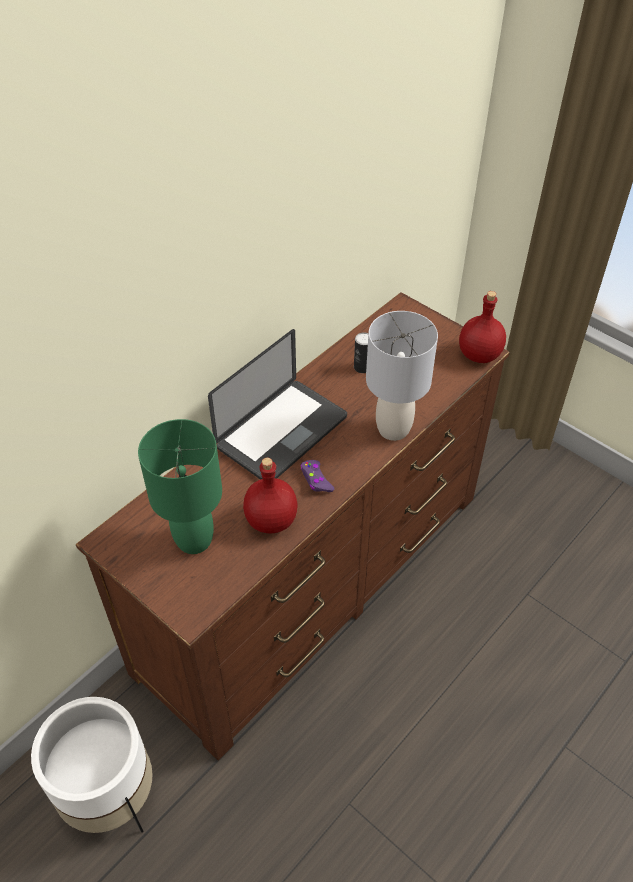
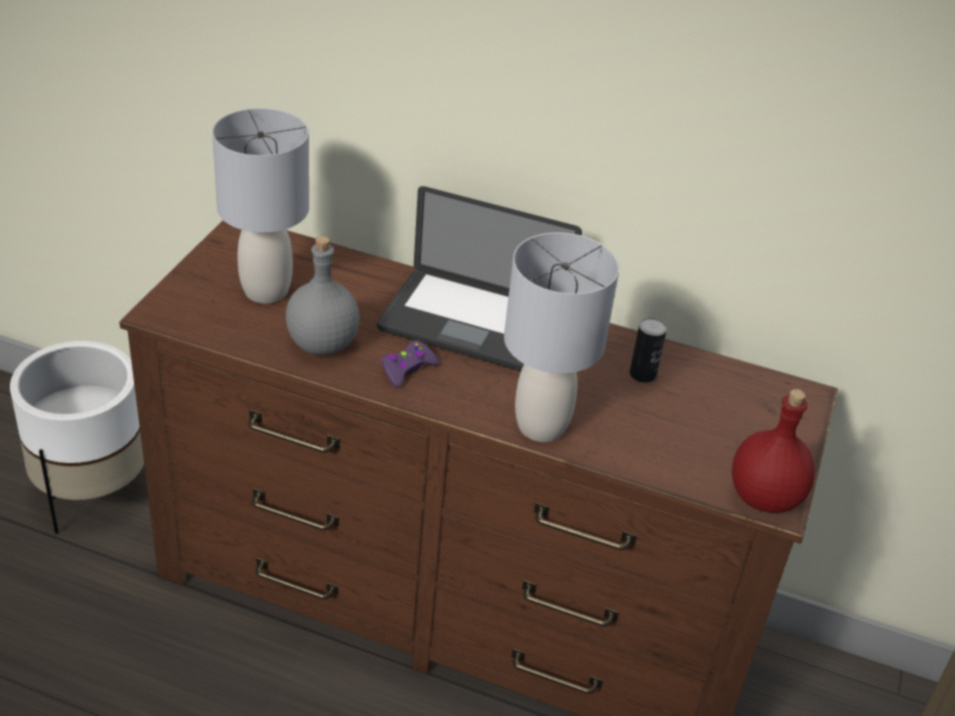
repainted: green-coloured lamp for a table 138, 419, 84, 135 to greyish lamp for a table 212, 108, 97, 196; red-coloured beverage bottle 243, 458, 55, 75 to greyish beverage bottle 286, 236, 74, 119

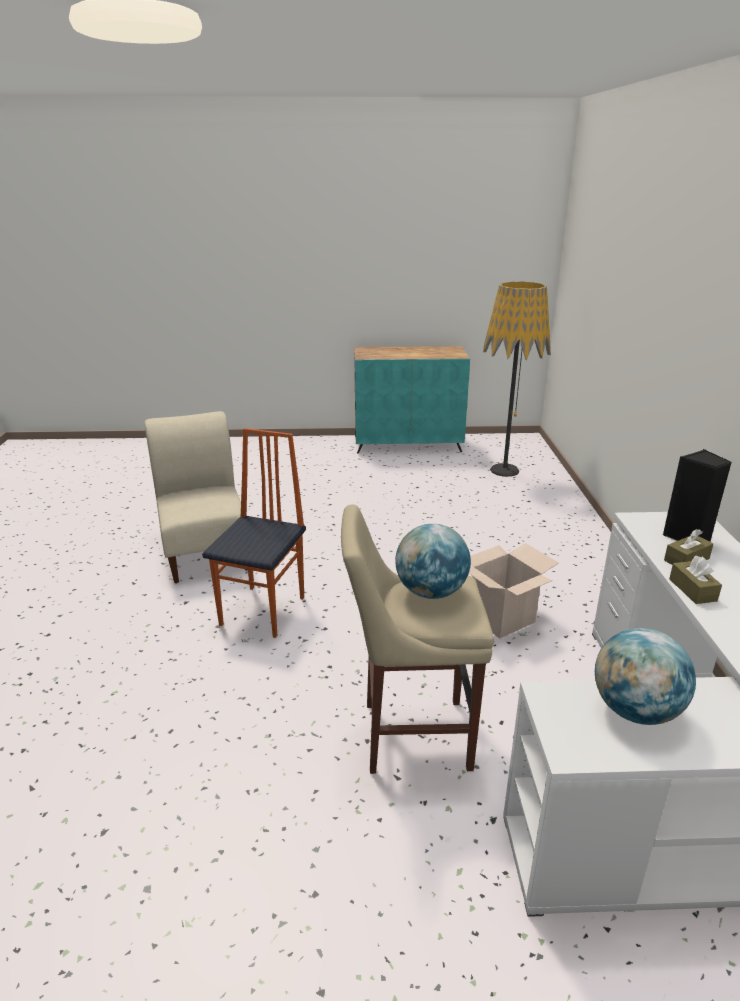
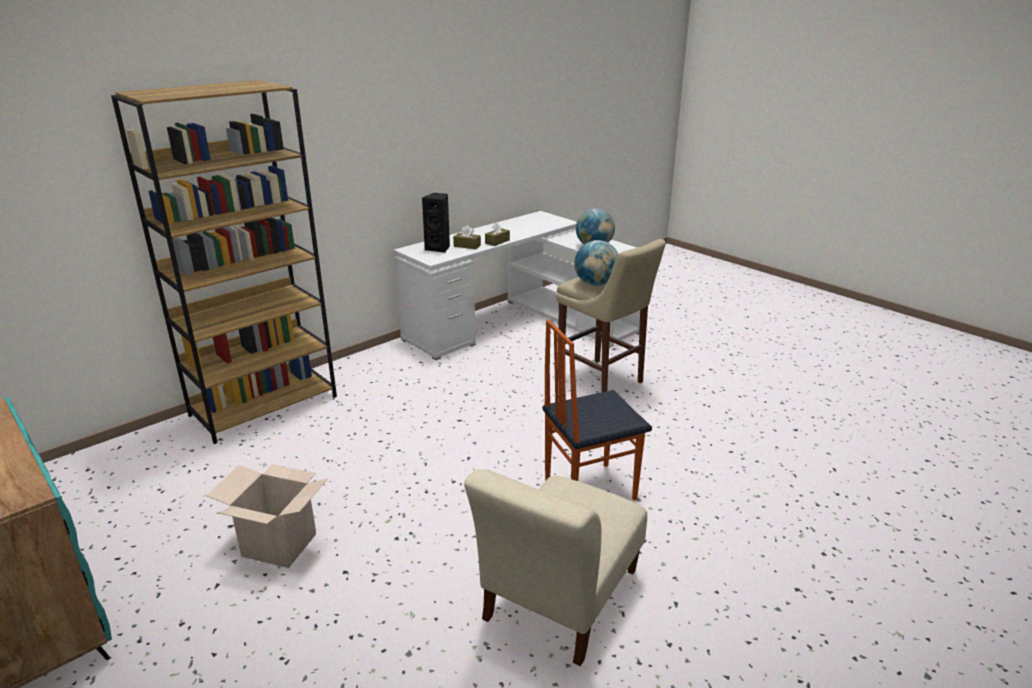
gone: standing lamp 483, 281, 68, 196
new: brownish bookshelf 111, 80, 226, 364
shifted: carton 469, 543, 90, 96 to 206, 464, 122, 104

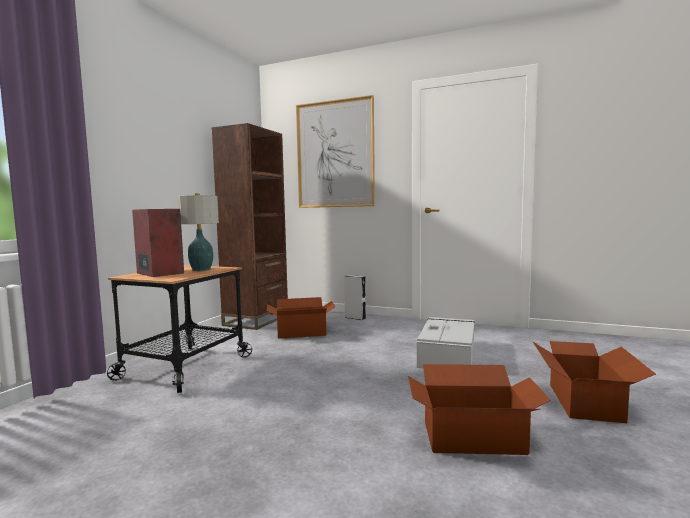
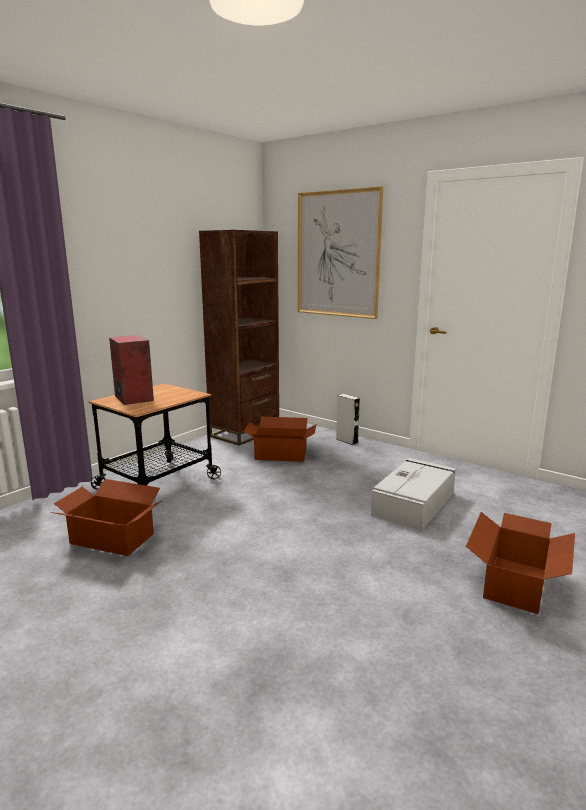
gone: lamp for a table 177, 193, 42, 78
shifted: carton 408, 364, 143, 91 to 50, 479, 113, 77

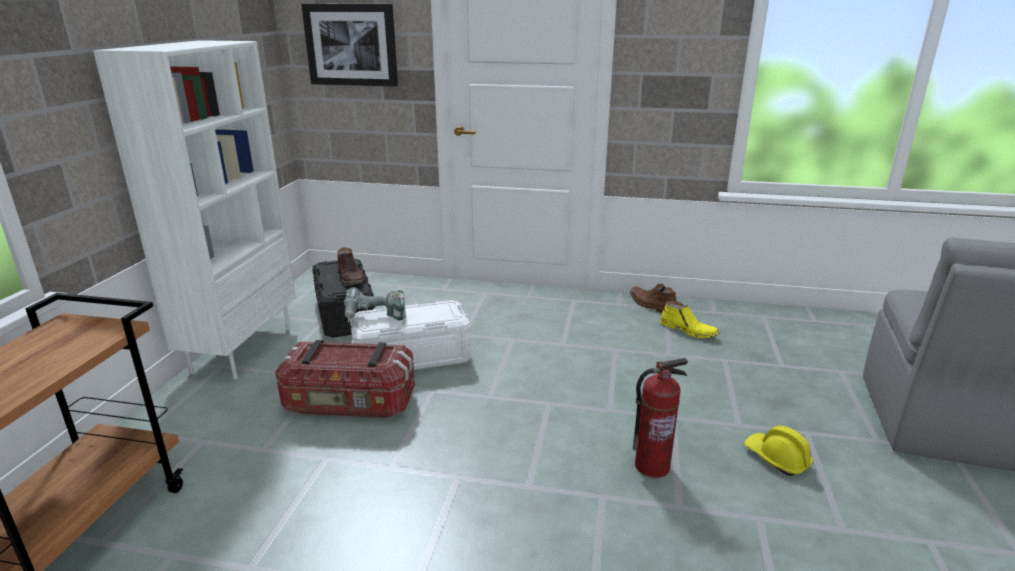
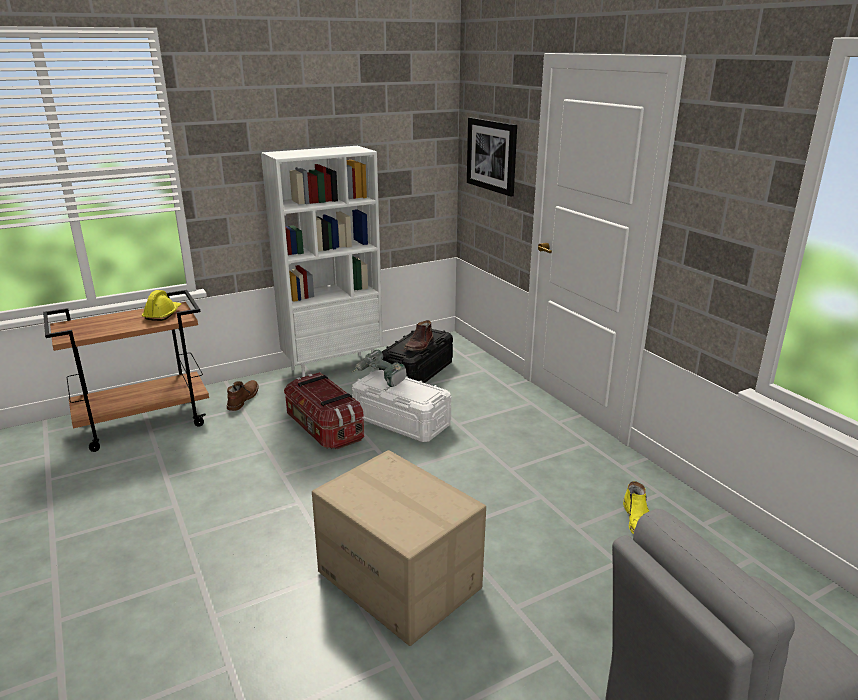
shifted: brownish boot 630, 284, 47, 29 to 227, 380, 32, 31; yellowish safety helmet 744, 426, 69, 50 to 142, 290, 39, 31
swapped: fire-fighting cylinder 633, 358, 55, 120 to carton 312, 450, 174, 196

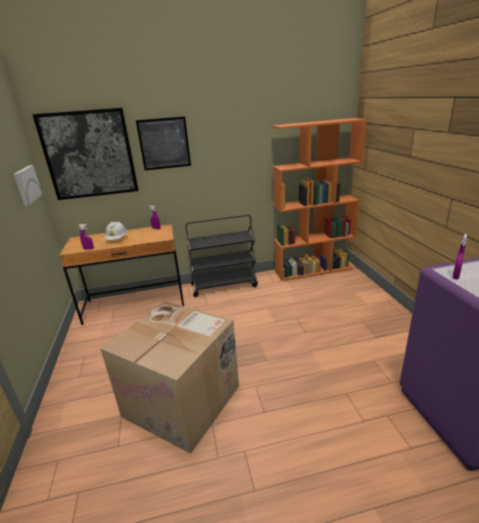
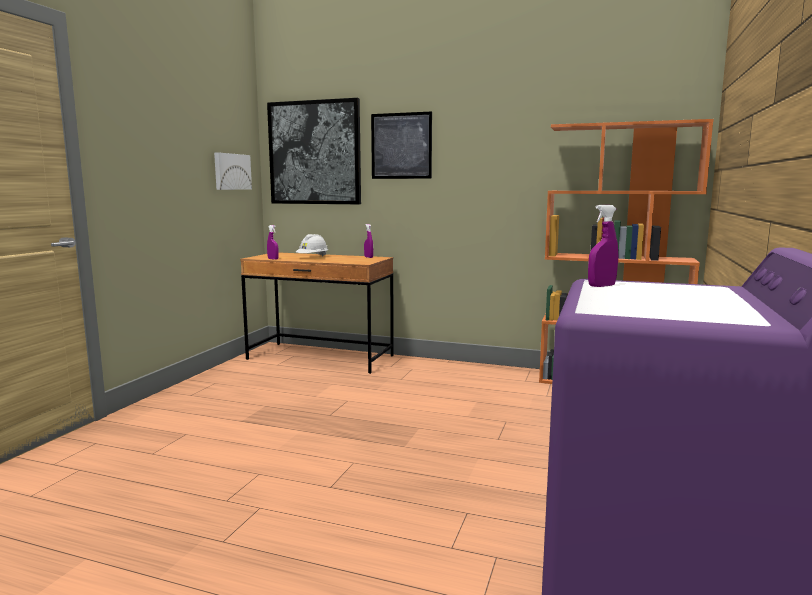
gone: blackish wheeled cart 186, 214, 72, 83; carton 101, 300, 138, 154

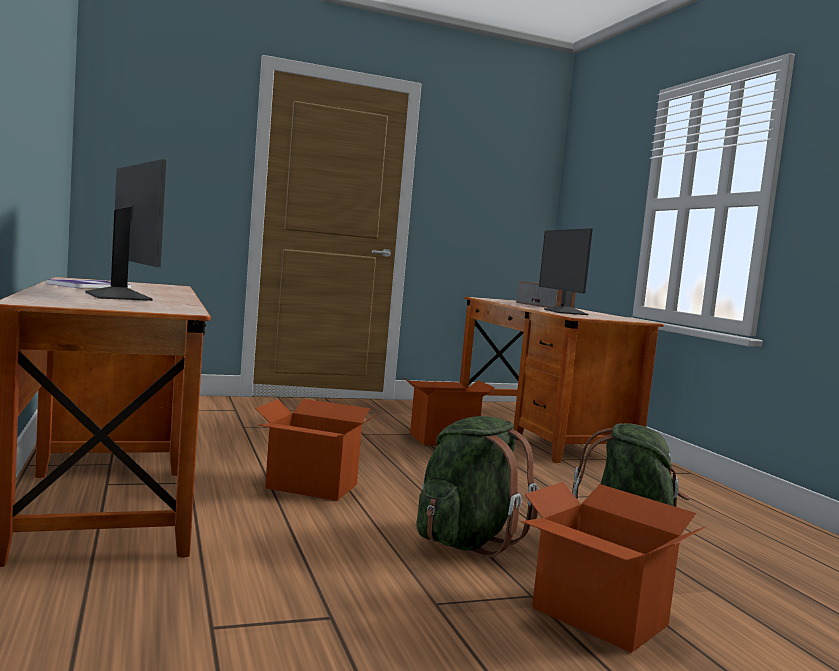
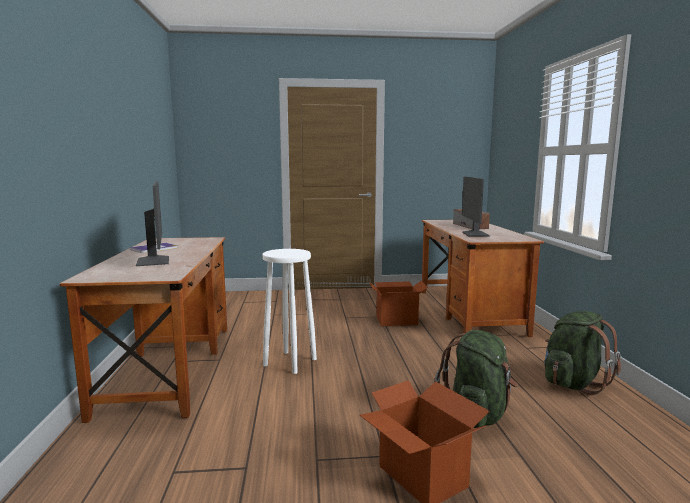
shifted: green-coloured rucksack 416, 416, 122, 141 to 544, 311, 77, 84
swapped: carton 255, 399, 123, 102 to white-coloured sitting stool 262, 249, 55, 125

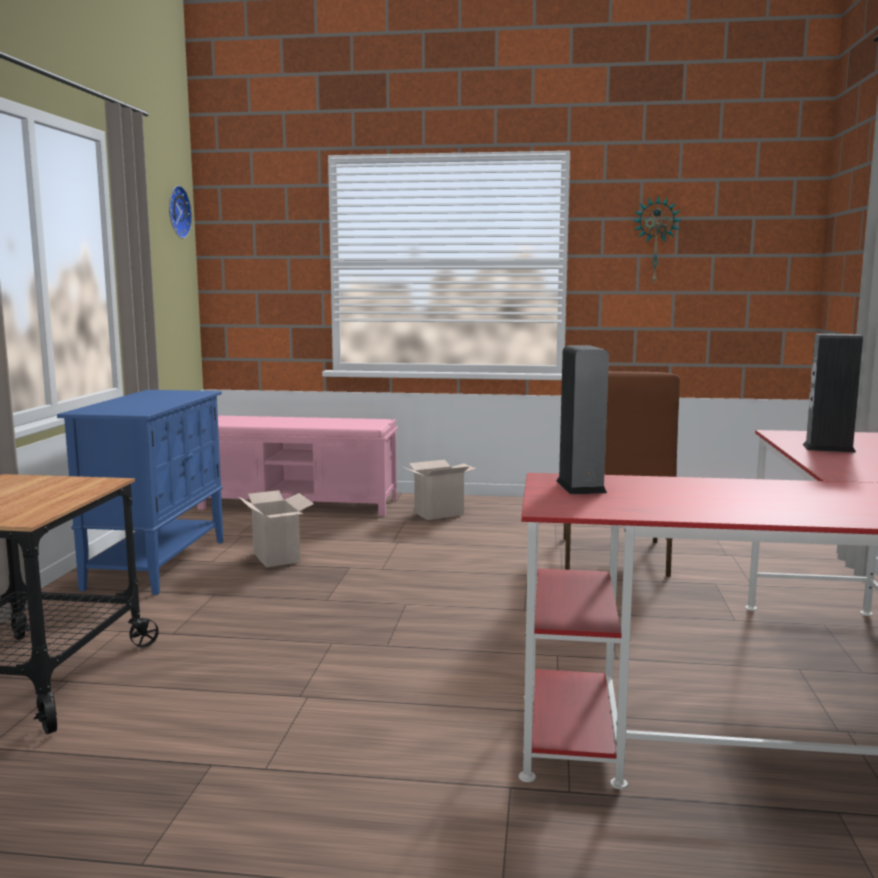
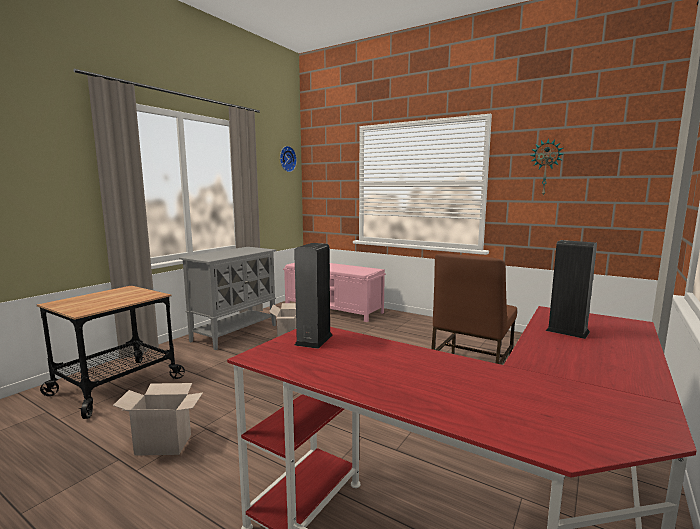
shifted: carton 403, 460, 73, 60 to 113, 383, 90, 73
repainted: bluish cabinet 57, 390, 167, 205 to greyish cabinet 179, 247, 97, 103

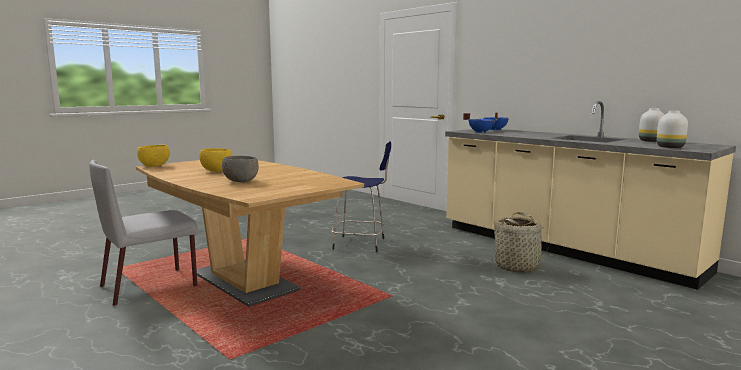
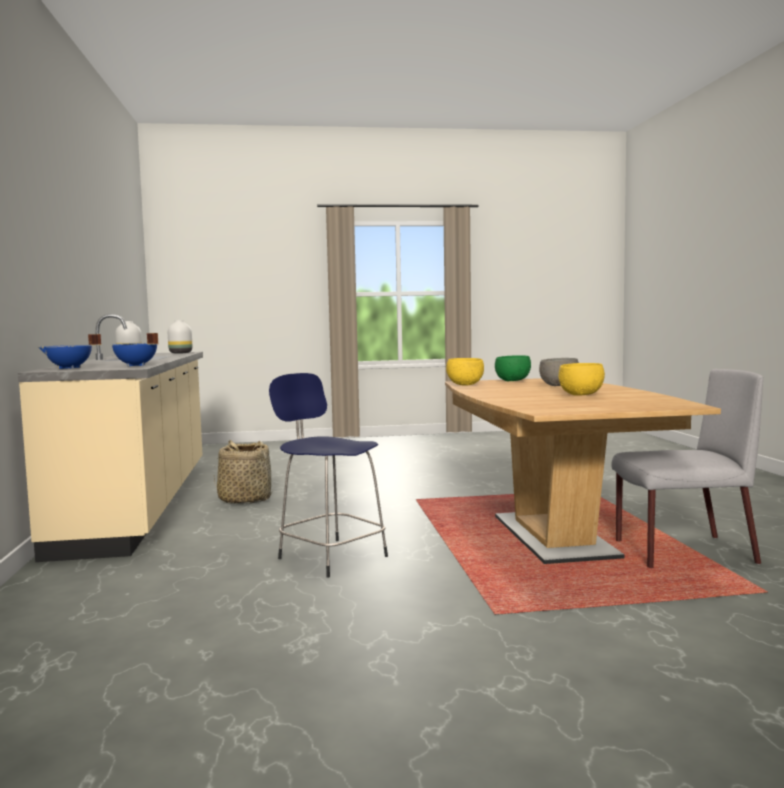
new: green-coloured deep dish 495, 355, 36, 26
shifted: yellowish deep dish 137, 145, 33, 22 to 446, 358, 38, 28

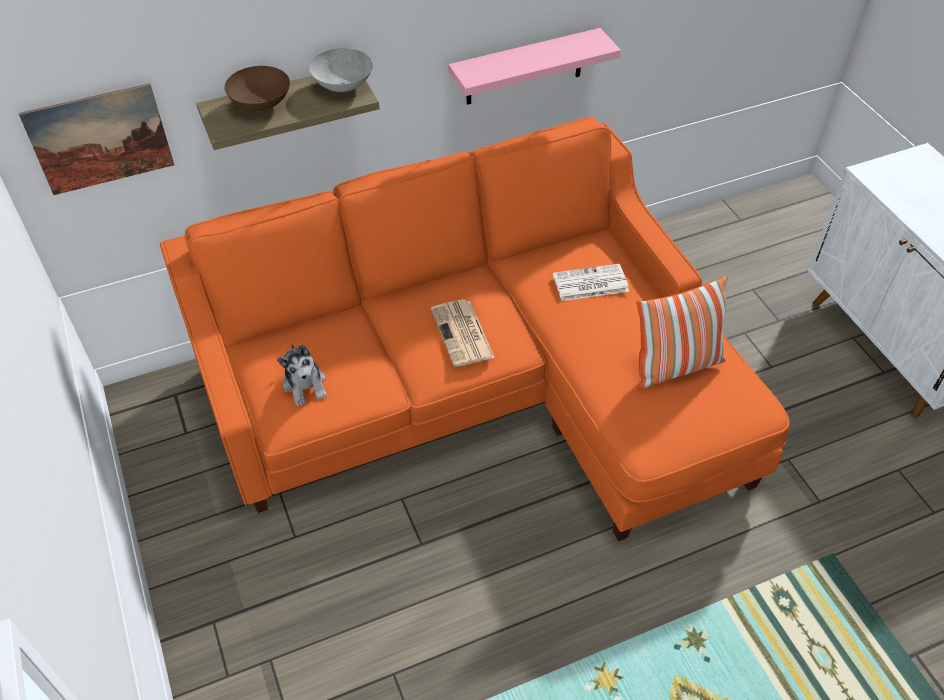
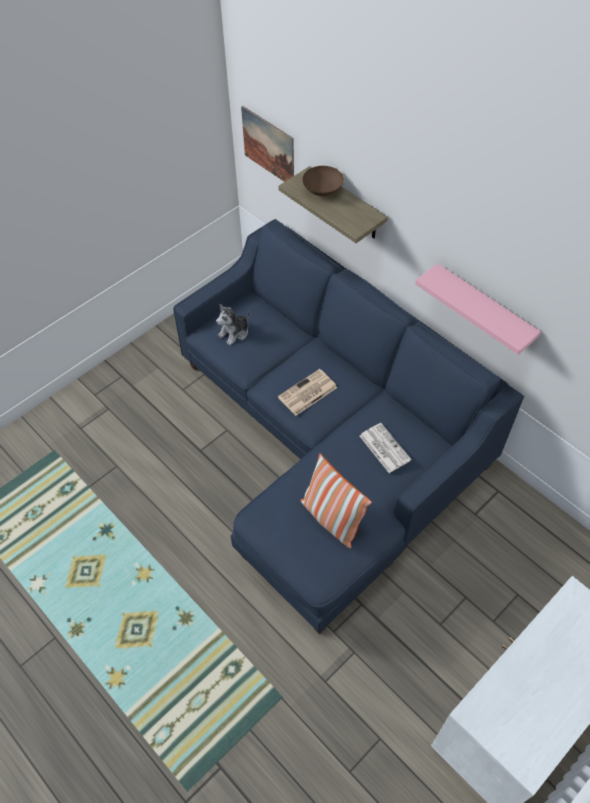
gone: greyish deep dish 309, 48, 64, 44
repainted: orangey couch 160, 117, 630, 424 to bluish couch 173, 219, 351, 415

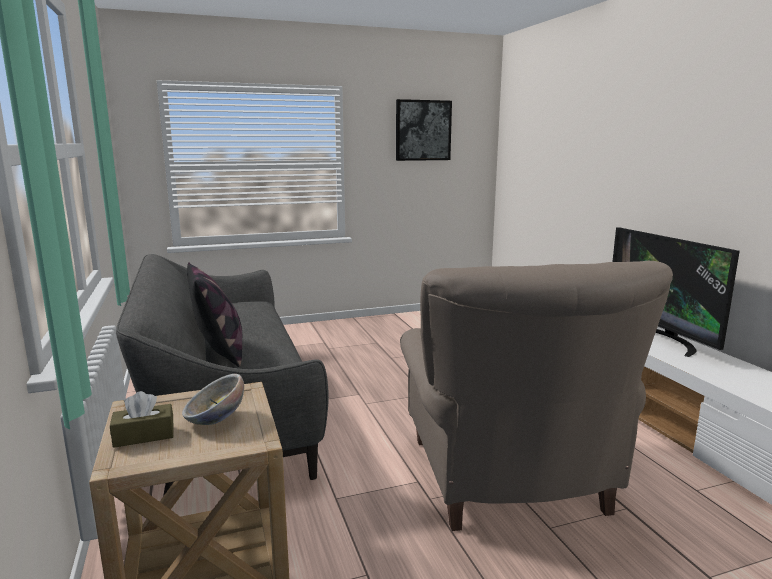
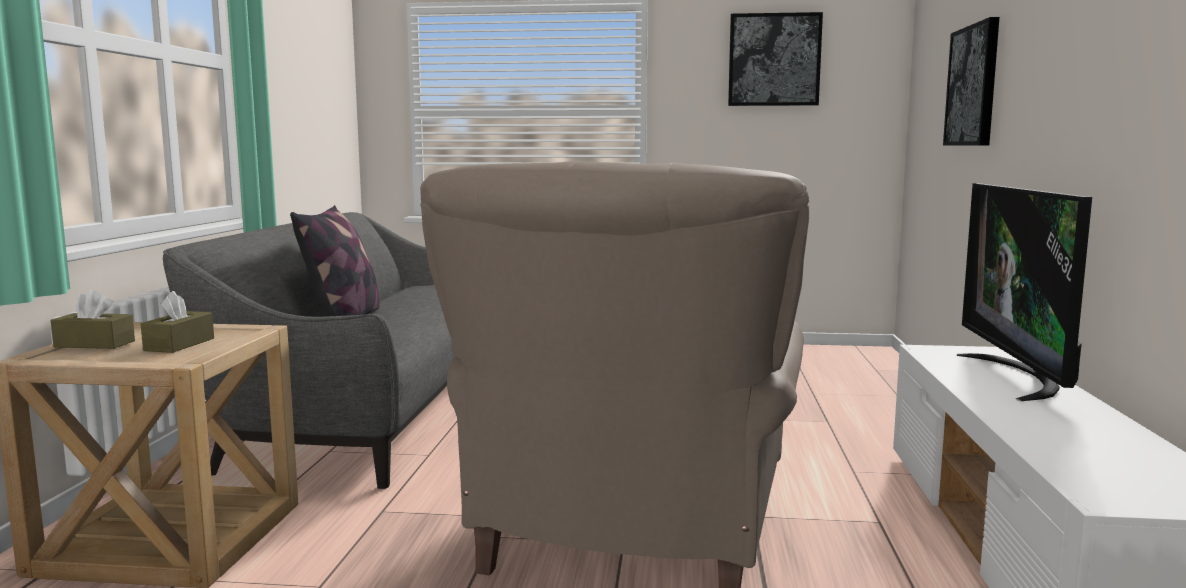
new: picture 943, 17, 56, 129
swapped: deep dish 182, 374, 62, 51 to brownish tissue holder 141, 291, 73, 62

